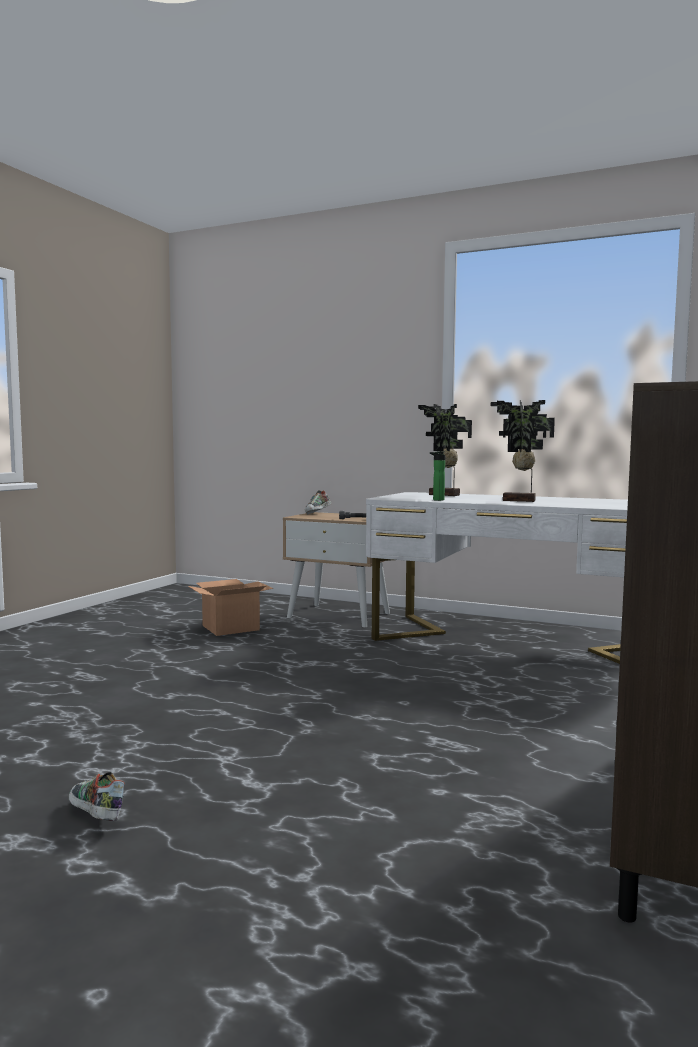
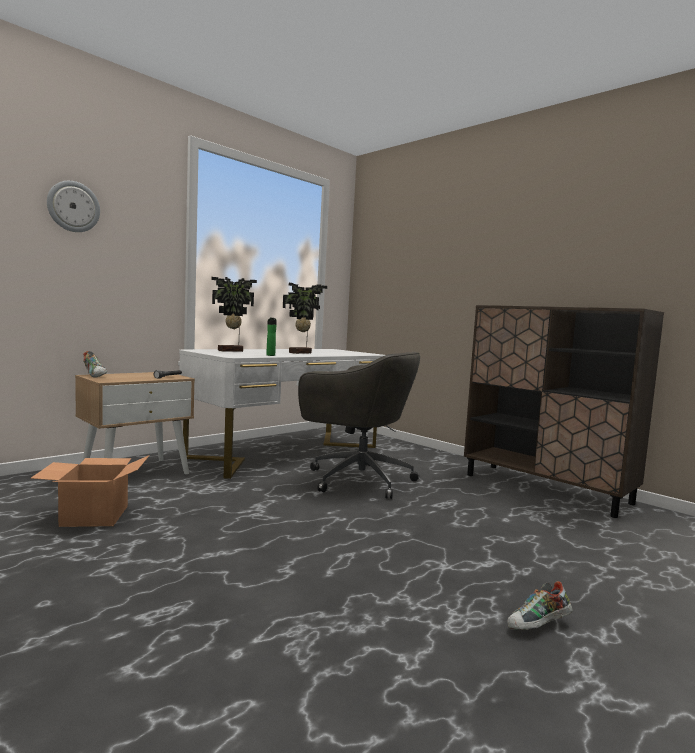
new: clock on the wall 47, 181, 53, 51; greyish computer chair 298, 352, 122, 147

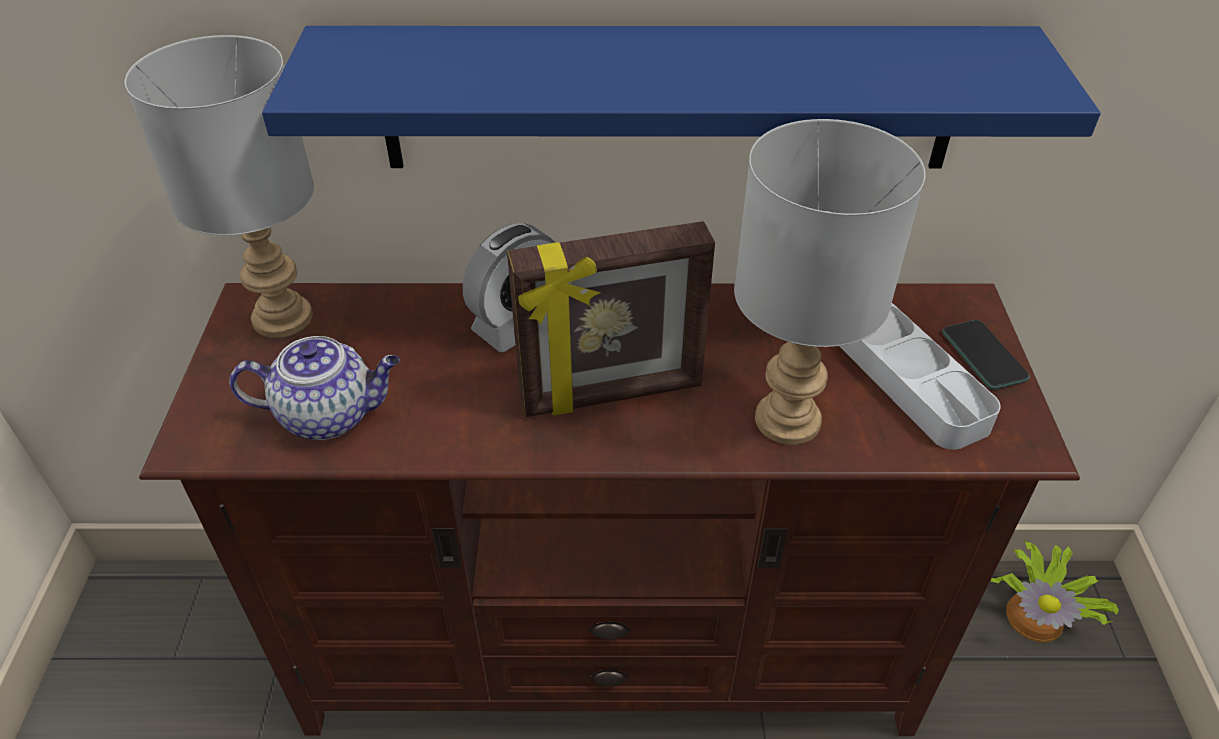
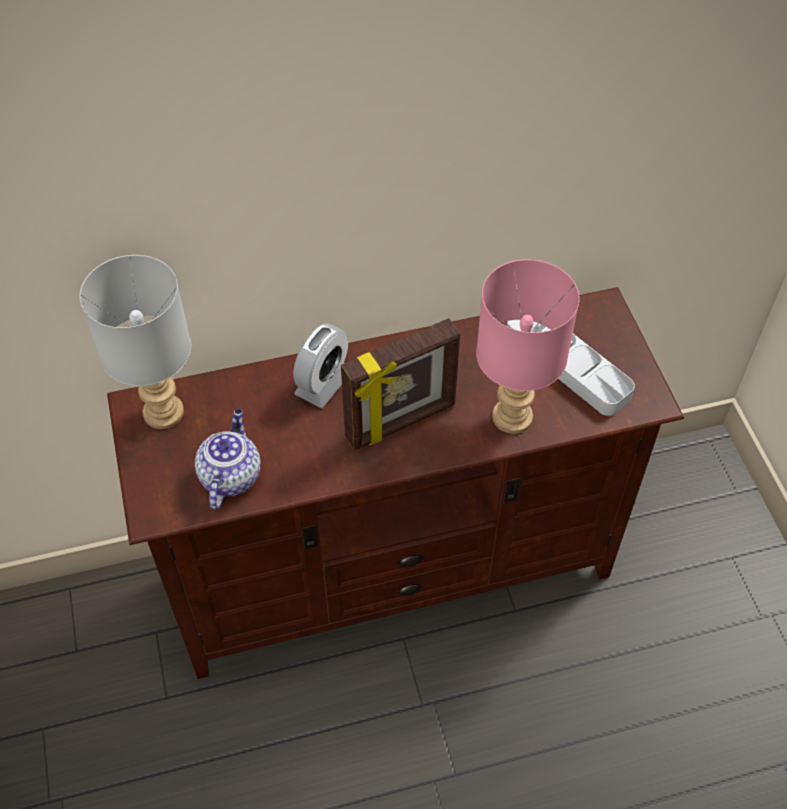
gone: bluish bracket shelf 262, 26, 839, 142; handset 942, 320, 88, 70; plant in a pot 991, 540, 128, 102
repainted: greyish lamp for a table 734, 119, 192, 326 to pink lamp for a table 476, 259, 104, 175
rotated: pot for tea 229, 336, 171, 104 = 195, 408, 66, 101 60 degrees counterclockwise

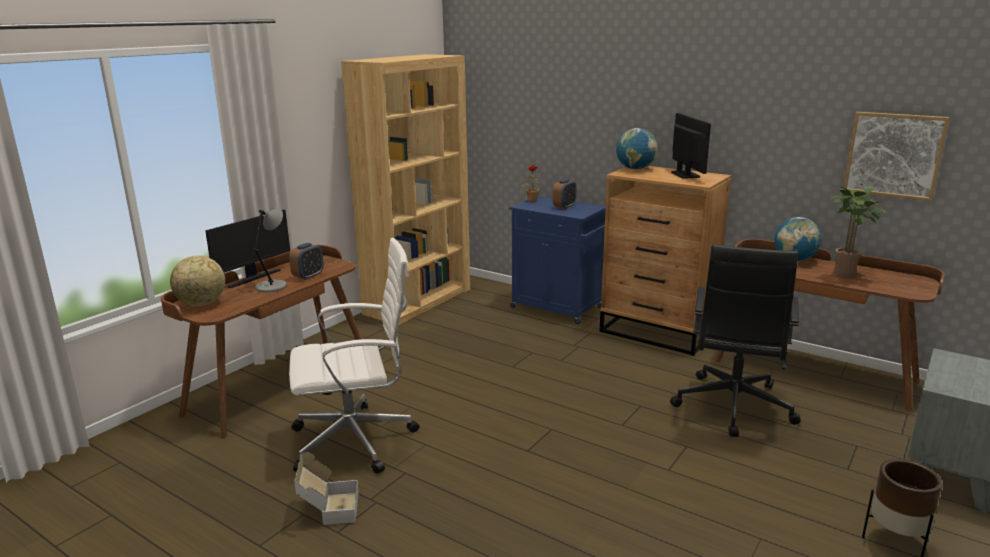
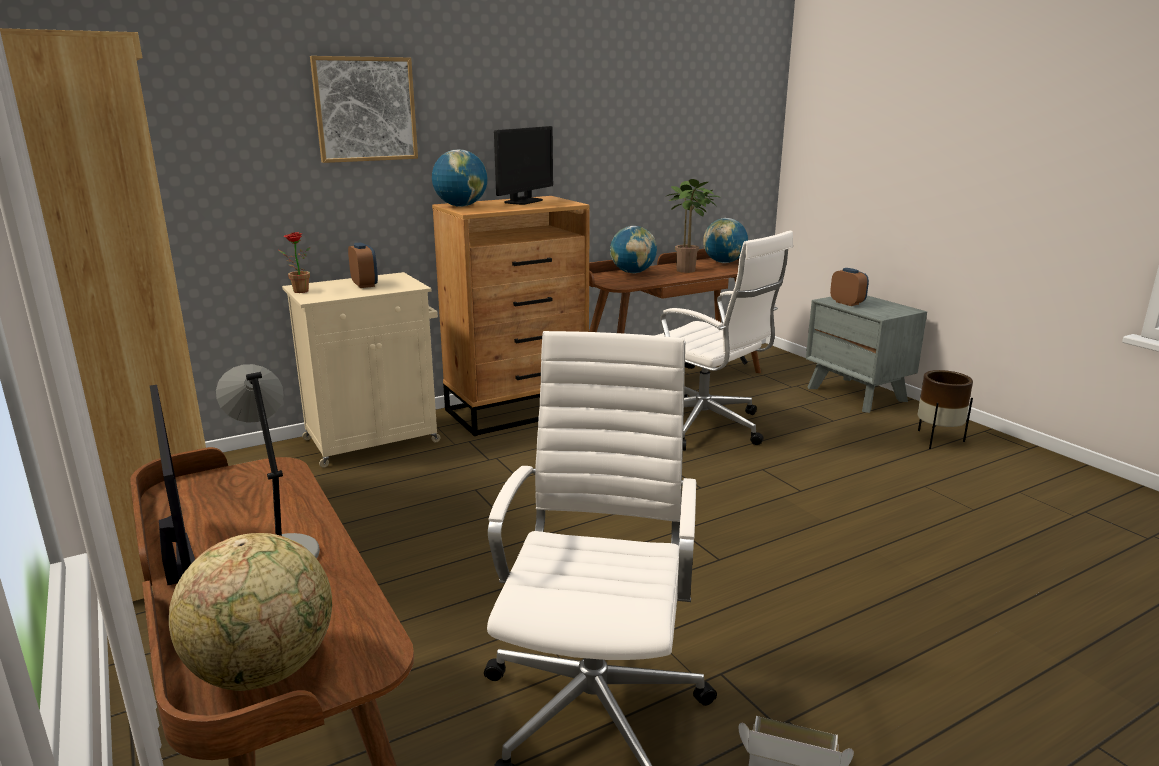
new: world globe 703, 218, 45, 45
shifted: picture 843, 112, 106, 89 to 310, 56, 108, 107; table clock 289, 243, 35, 37 to 830, 268, 39, 38
repainted: bluish cabinet 509, 196, 97, 129 to sand-coloured cabinet 282, 272, 158, 196; blackish computer chair 670, 244, 131, 193 to white-coloured computer chair 654, 231, 139, 220
rotated: computer screen 671, 113, 40, 65 = 494, 126, 59, 79 105 degrees clockwise

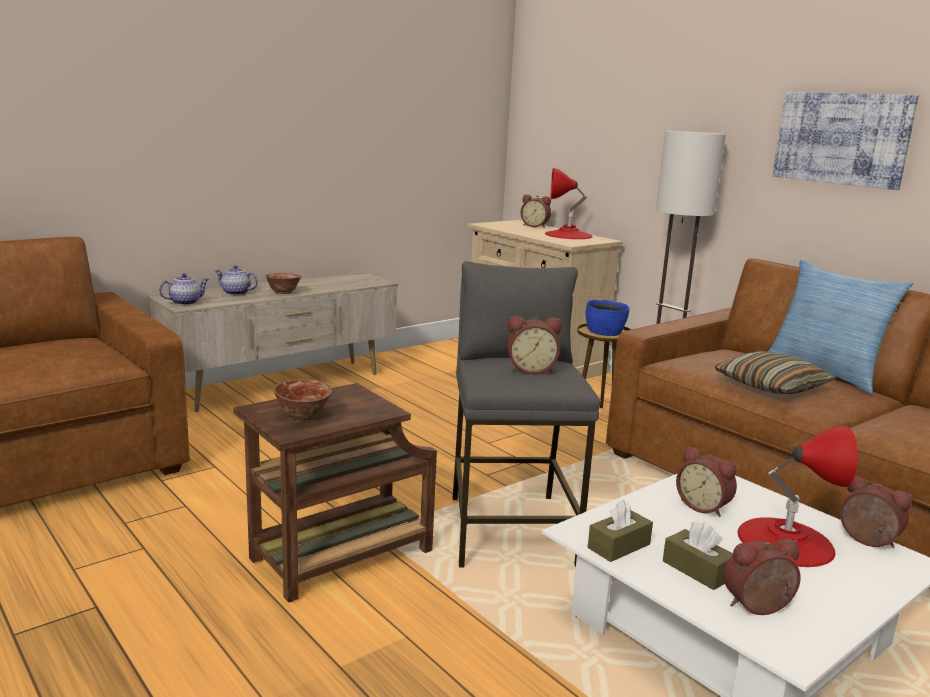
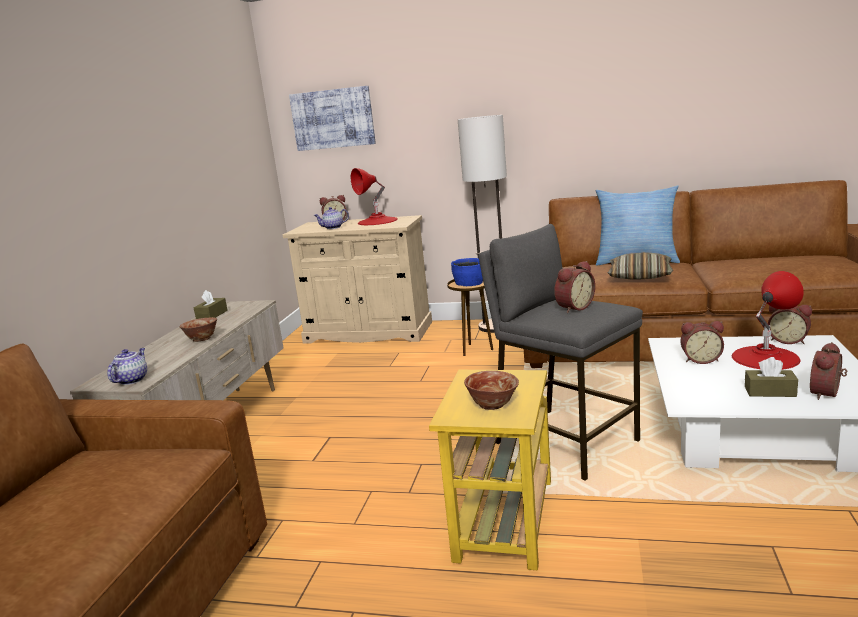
shifted: picture 772, 92, 147, 98 to 289, 86, 87, 65; pot for tea 215, 265, 43, 30 to 314, 207, 35, 22; brownish tissue holder 588, 499, 65, 63 to 194, 290, 34, 29
repainted: brownish side table 233, 383, 204, 220 to yellowish side table 429, 370, 122, 200
rotated: table clock 840, 476, 72, 72 = 768, 305, 44, 39 150 degrees counterclockwise

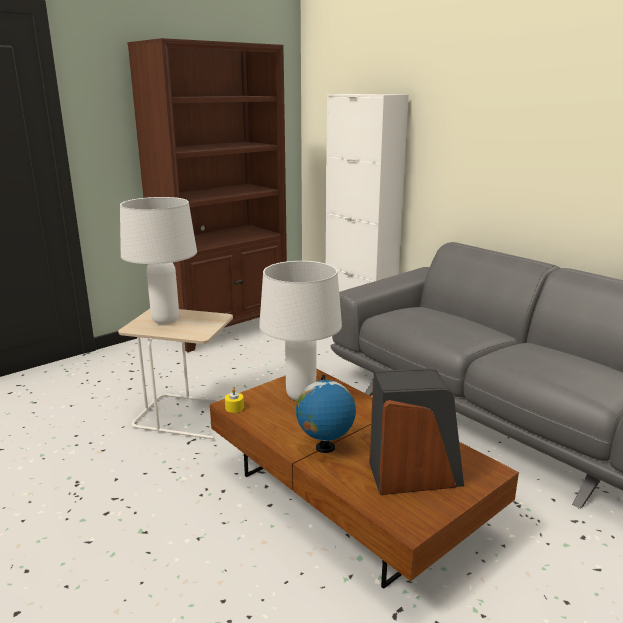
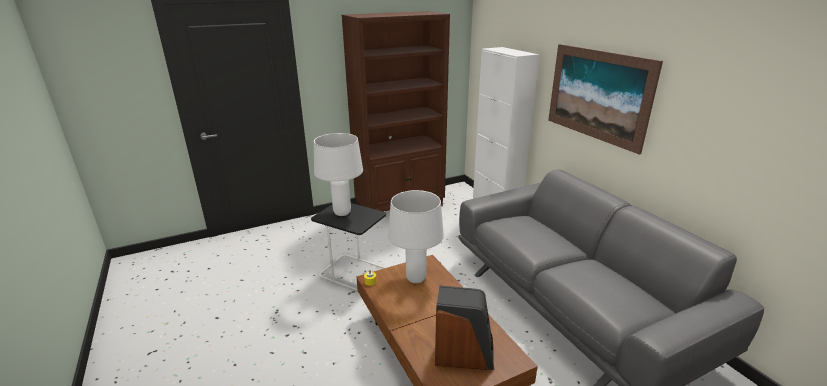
gone: world globe 296, 375, 60, 78
new: picture 548, 44, 115, 111
repainted: sand-coloured side table 118, 309, 115, 130 to blackish side table 311, 203, 76, 88

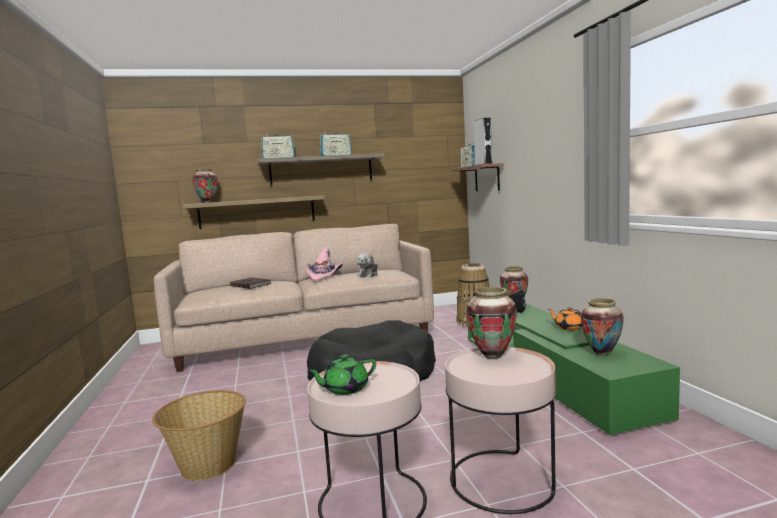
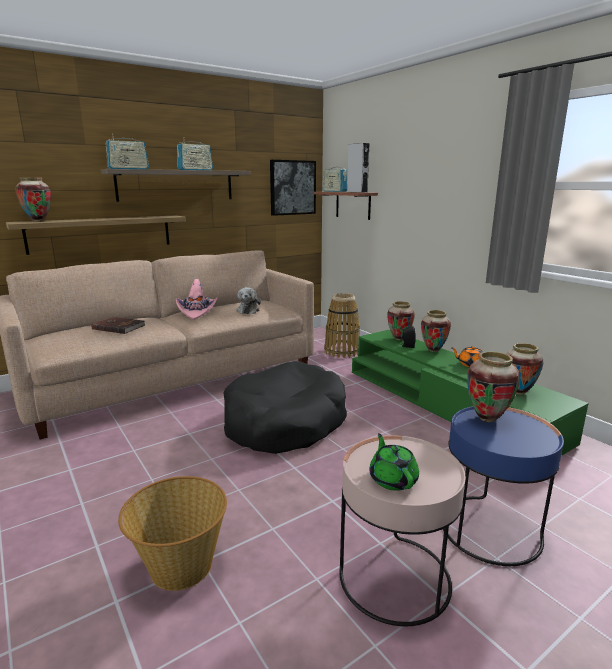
new: picture 270, 160, 46, 56; flower vase 421, 310, 30, 42
repainted: pink side table 445, 347, 111, 167 to bluish side table 443, 406, 121, 160
rotated: green-coloured pot for tea 307, 354, 69, 41 = 369, 433, 50, 58 120 degrees clockwise

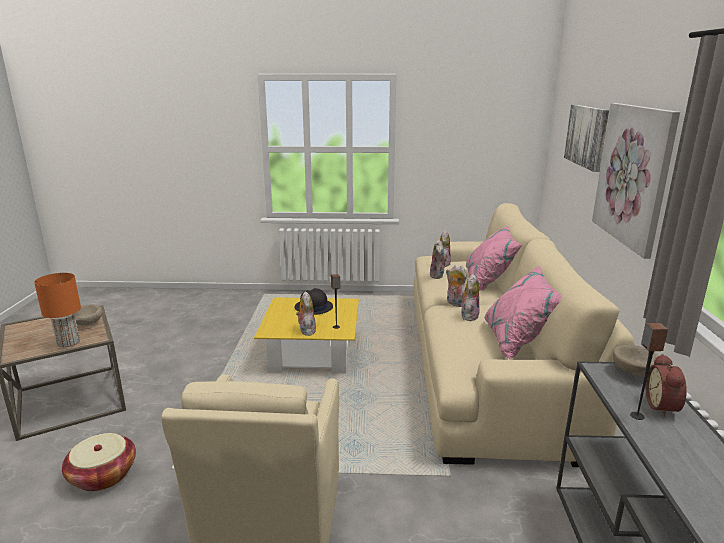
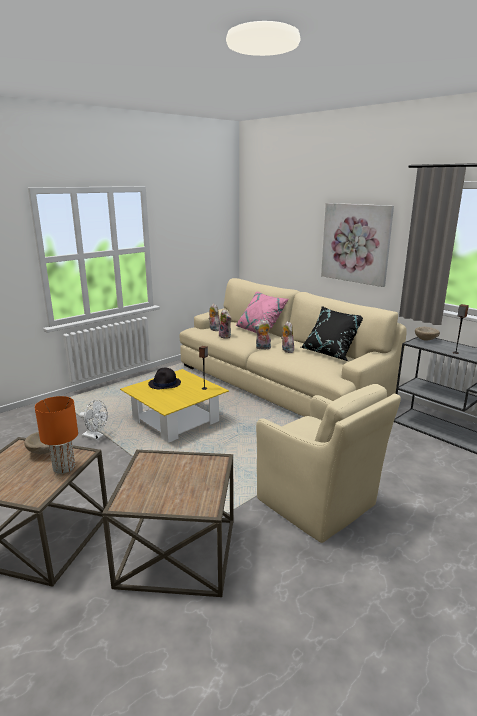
gone: picture 564, 104, 45, 68; soft toy 296, 291, 20, 45; table clock 645, 354, 42, 63
new: white-coloured fan 79, 400, 29, 41
swapped: basket 62, 433, 74, 58 to brownish side table 102, 450, 132, 147
repainted: pink cushion 485, 266, 76, 94 to blackish cushion 301, 306, 62, 55

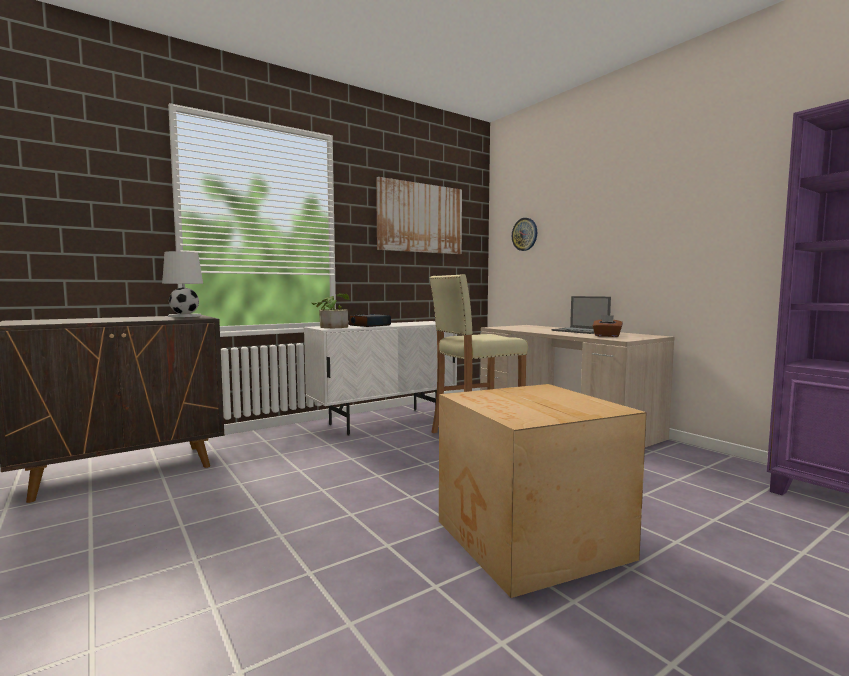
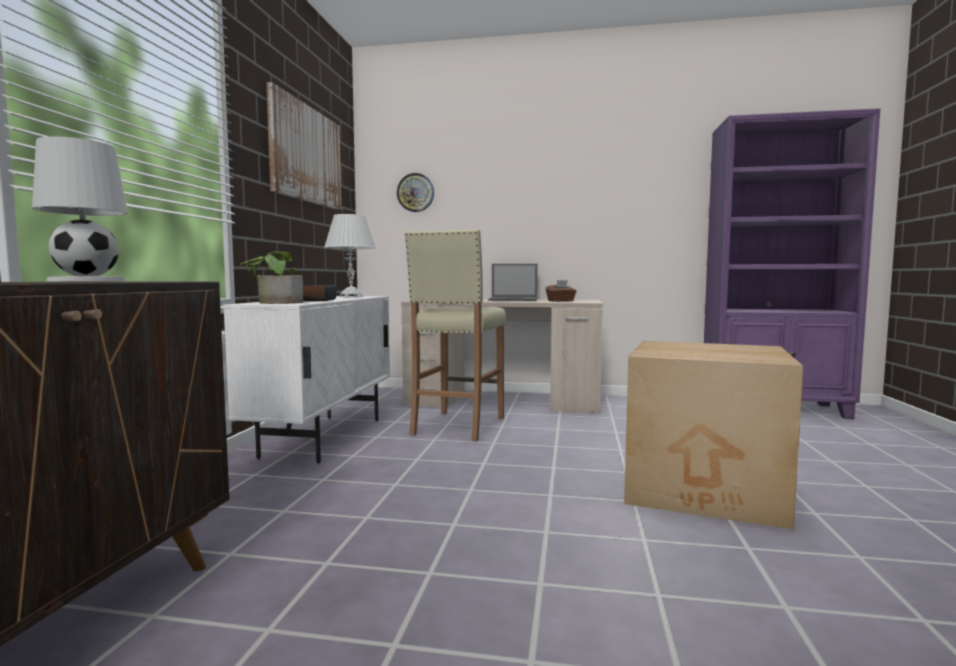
new: white-coloured lamp for a table 324, 214, 52, 83

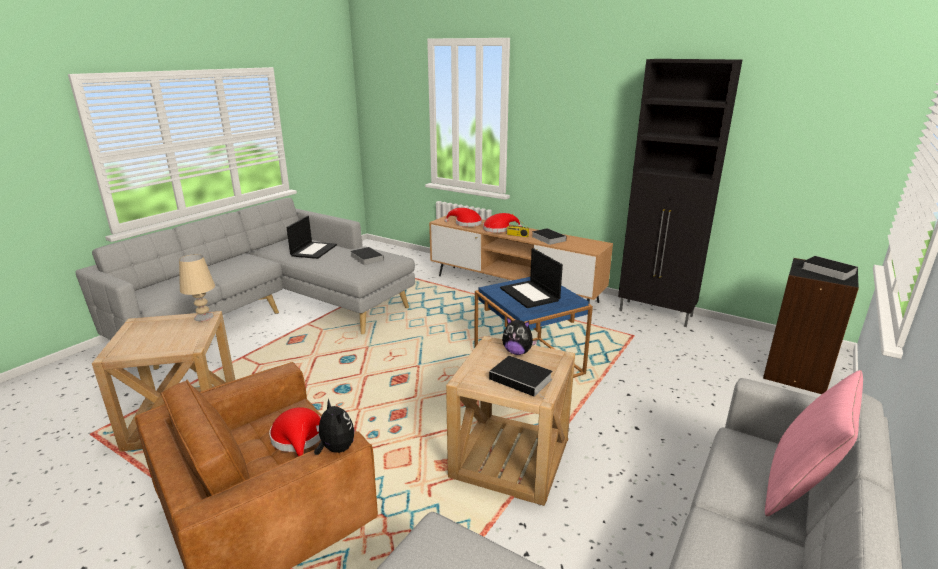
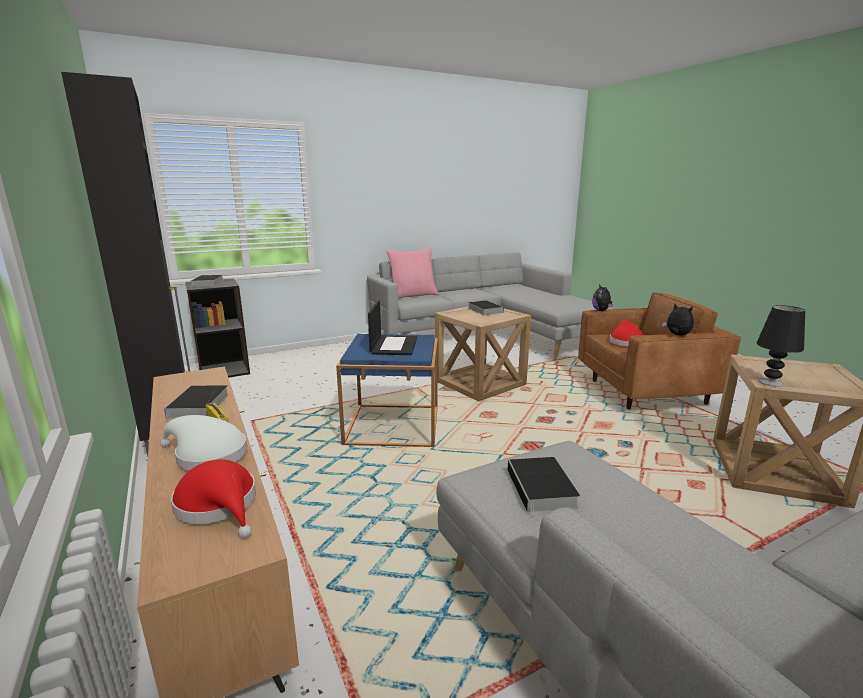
gone: notebook computer 286, 216, 51, 43
shifted: soft toy 502, 317, 35, 38 to 662, 304, 32, 32
repainted: red-coloured clothing hat 483, 213, 39, 20 to white-coloured clothing hat 160, 415, 87, 56; sand-coloured lamp for a table 179, 254, 36, 67 to blackish lamp for a table 757, 305, 48, 82

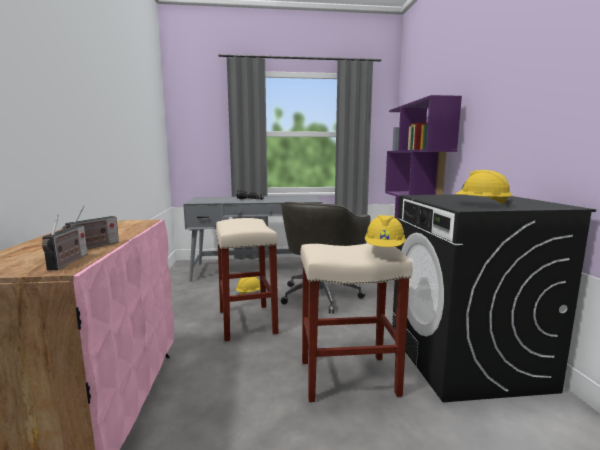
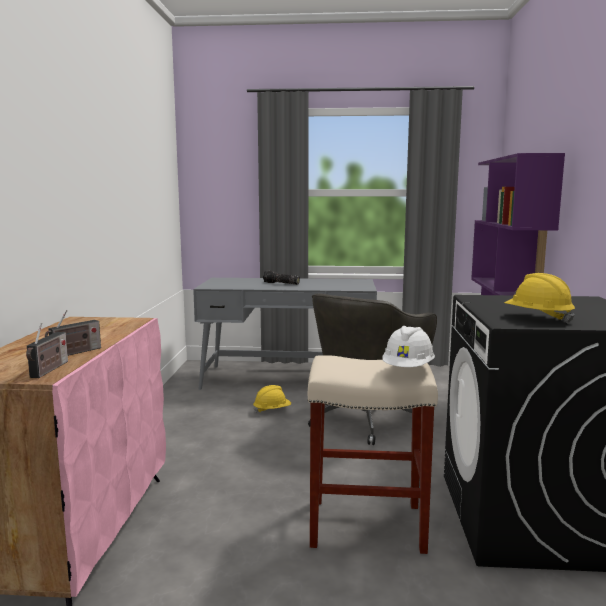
gone: sand-coloured sitting stool 216, 218, 62, 123
repainted: yellowish safety helmet 365, 215, 41, 32 to white-coloured safety helmet 383, 326, 52, 41

